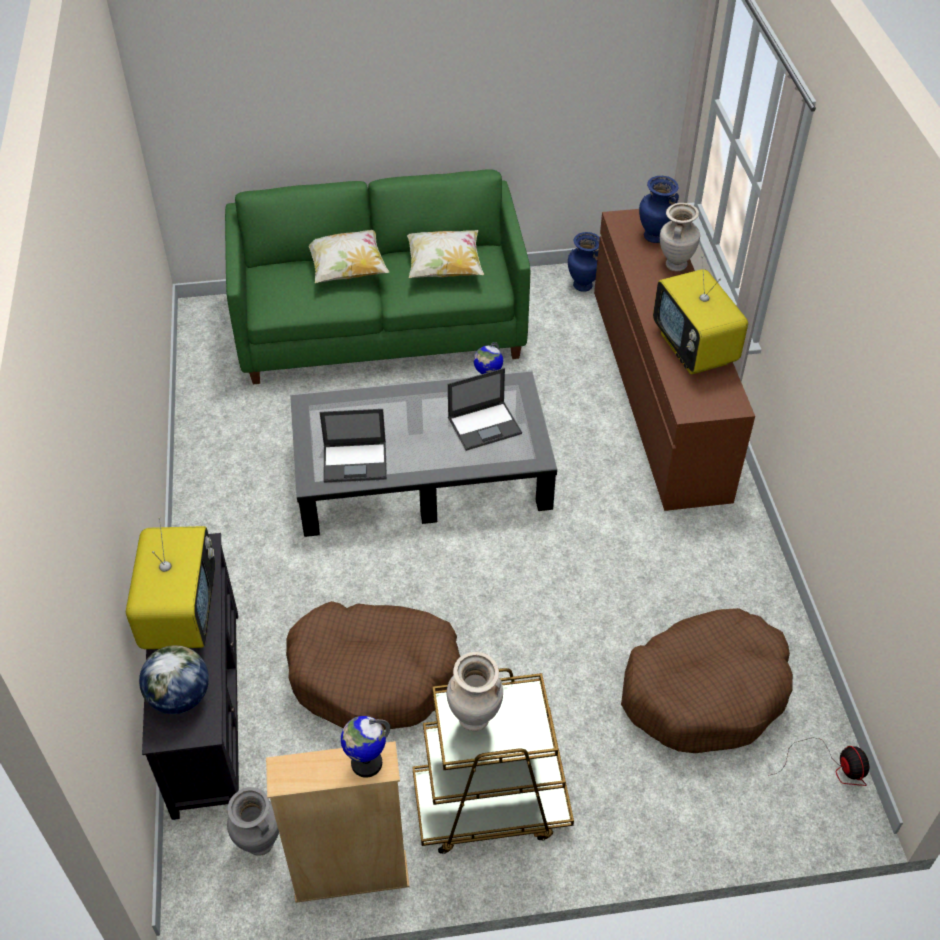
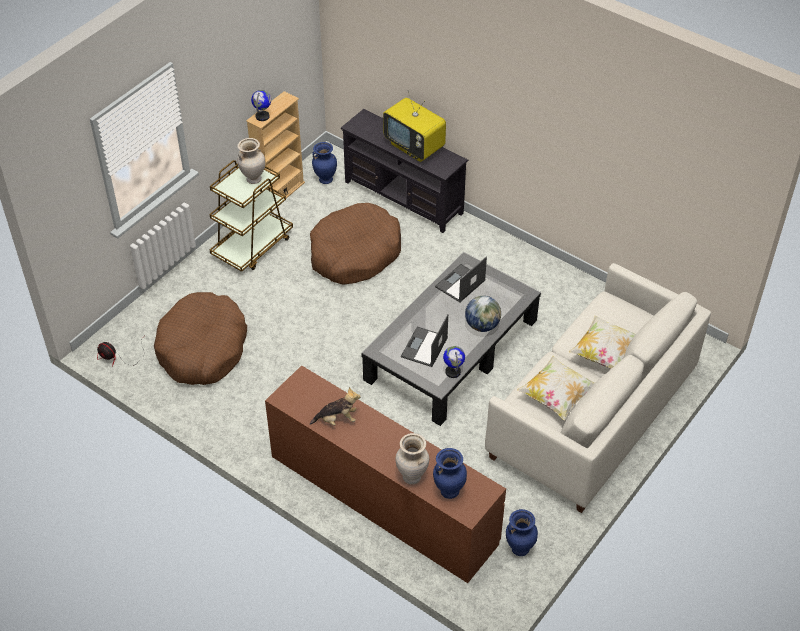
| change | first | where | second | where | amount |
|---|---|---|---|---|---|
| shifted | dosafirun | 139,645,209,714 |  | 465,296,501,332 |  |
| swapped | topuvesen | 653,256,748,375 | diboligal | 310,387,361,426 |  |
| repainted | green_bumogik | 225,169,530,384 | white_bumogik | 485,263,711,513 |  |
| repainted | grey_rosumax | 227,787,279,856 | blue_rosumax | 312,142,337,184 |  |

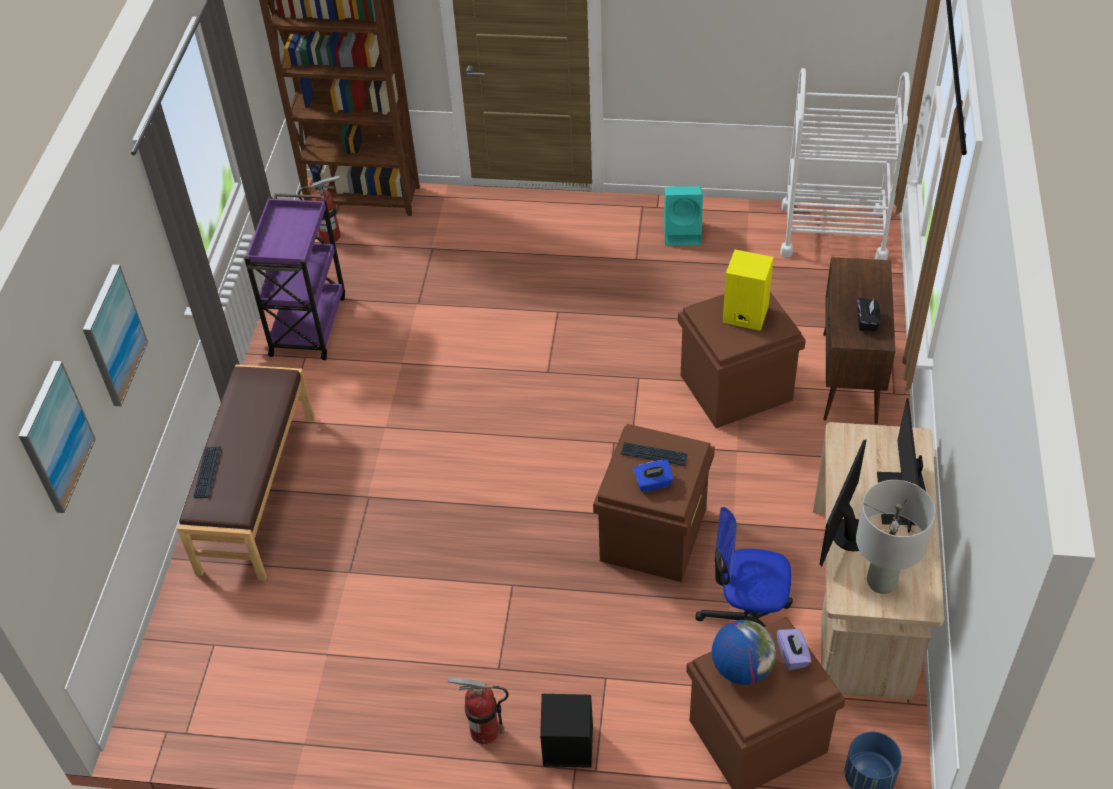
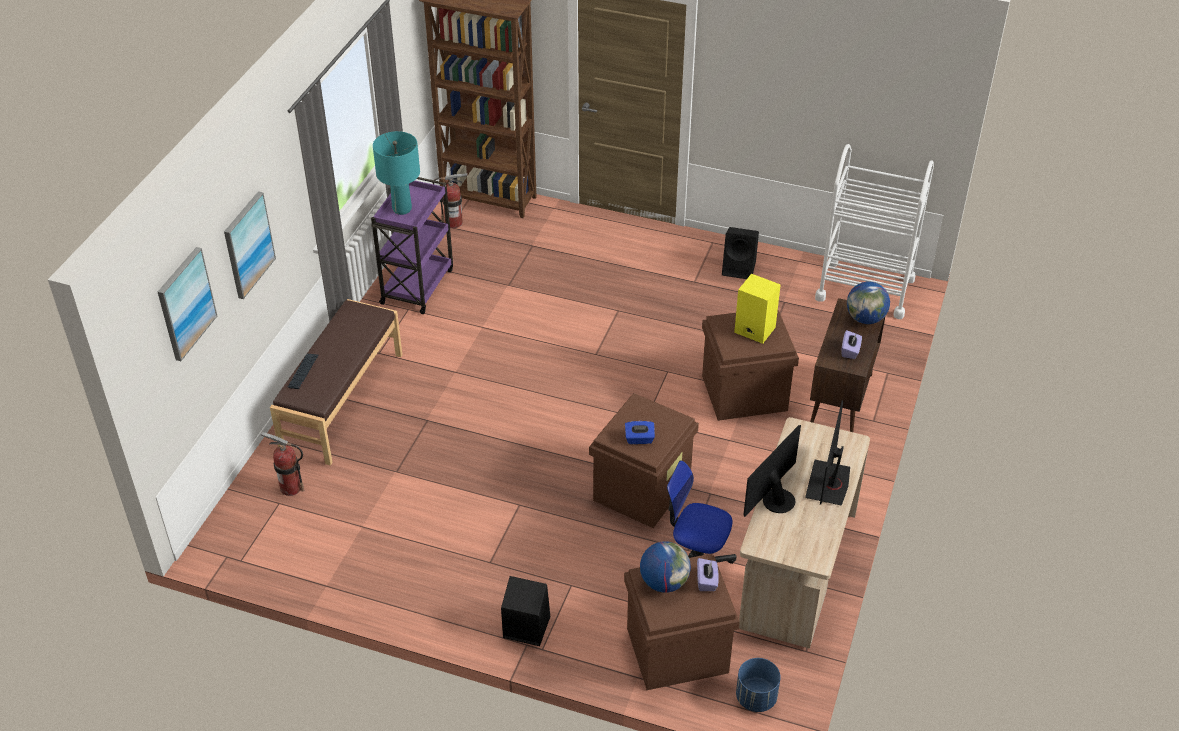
| change | first | where | second | where | amount |
|---|---|---|---|---|---|
| gone | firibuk | 621,442,688,466 |  |  |  |
| gone | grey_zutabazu | 856,480,936,594 |  |  |  |
| new |  |  | turquoise_zutabazu | 373,131,420,215 |  |
| new |  |  | dosafirun | 847,282,890,324 |  |
| shifted | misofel | 447,677,509,744 |  | 260,432,304,496 |  |
| repainted | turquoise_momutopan | 664,186,703,246 | black_momutopan | 722,227,759,279 |  |
| repainted | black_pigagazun | 857,297,881,331 | purple_pigagazun | 841,330,862,359 |  |

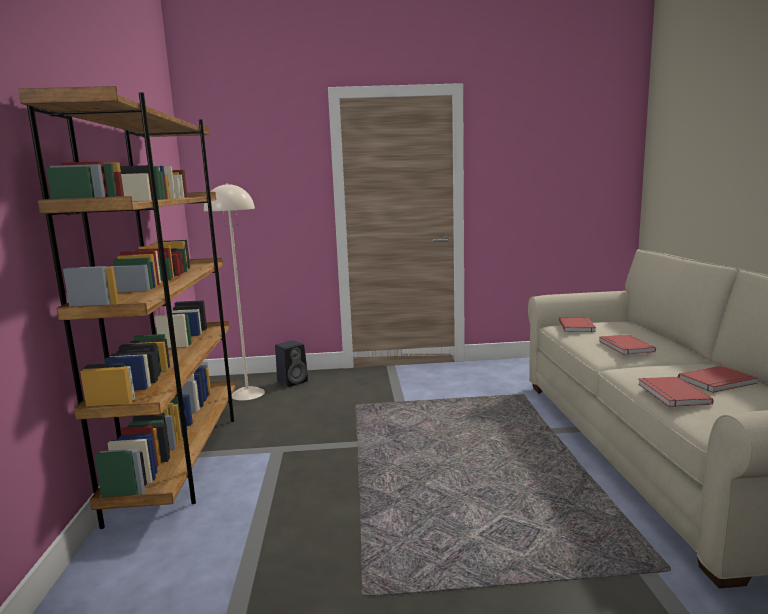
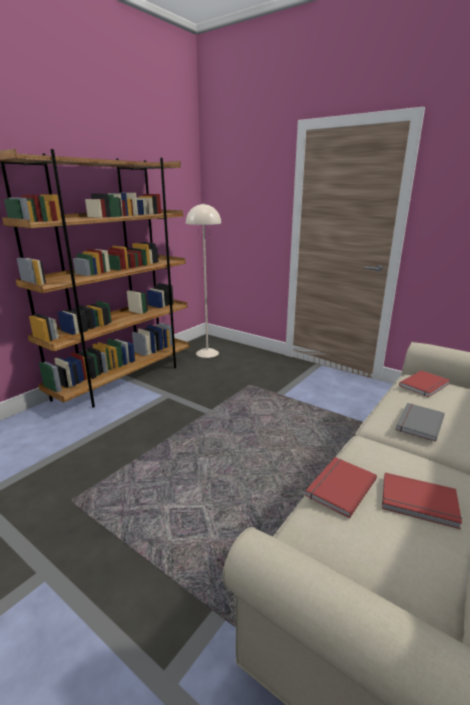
| change | first | where | second | where | amount |
|---|---|---|---|---|---|
| gone | black_momutopan | 275,340,308,387 |  |  |  |
| repainted | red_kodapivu | 599,334,656,355 | grey_kodapivu | 395,403,445,442 |  |

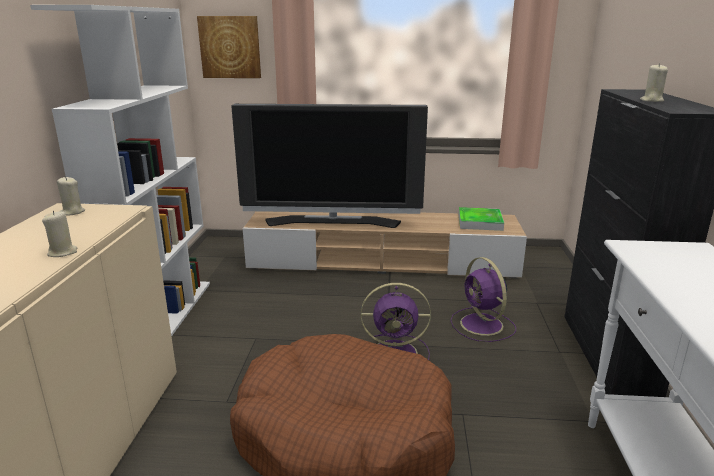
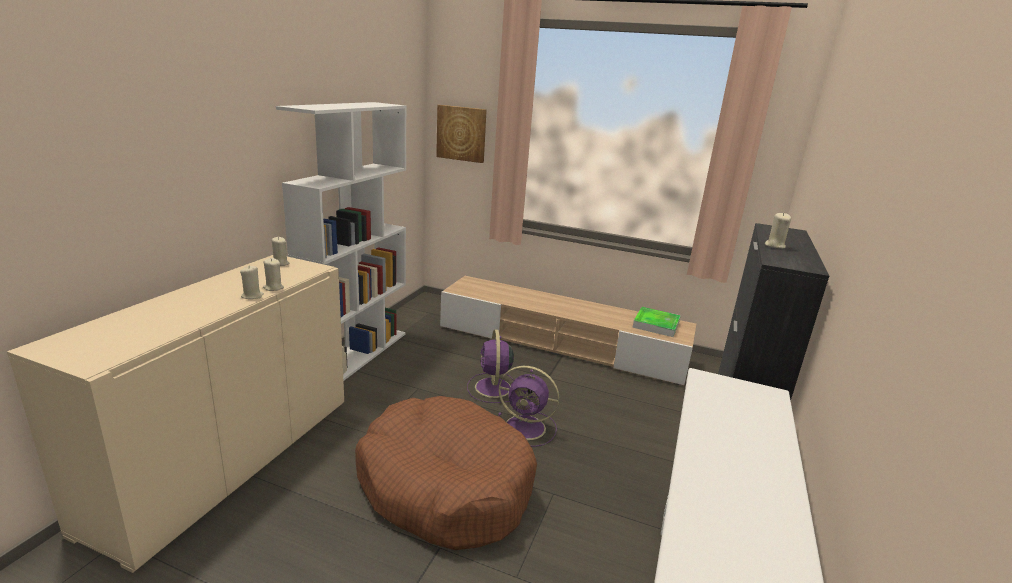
| change | first | where | second | where | amount |
|---|---|---|---|---|---|
| gone | topuvesen | 231,104,428,228 |  |  |  |
| new |  |  | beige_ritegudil | 263,258,284,291 |  |
| shifted | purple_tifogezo | 450,257,516,342 |  | 467,329,514,403 |  |

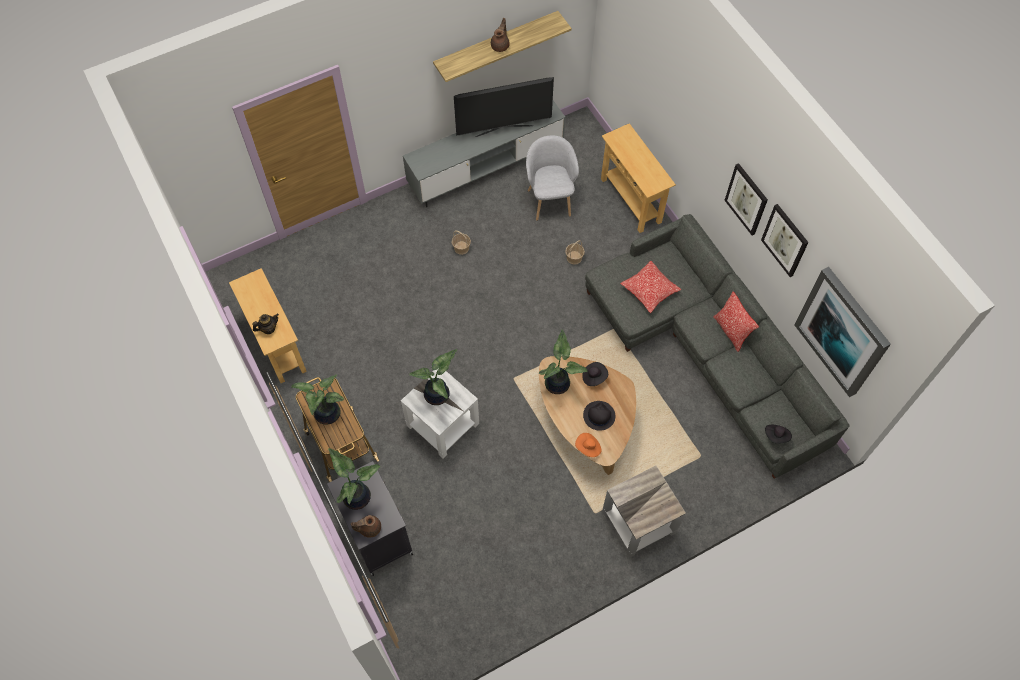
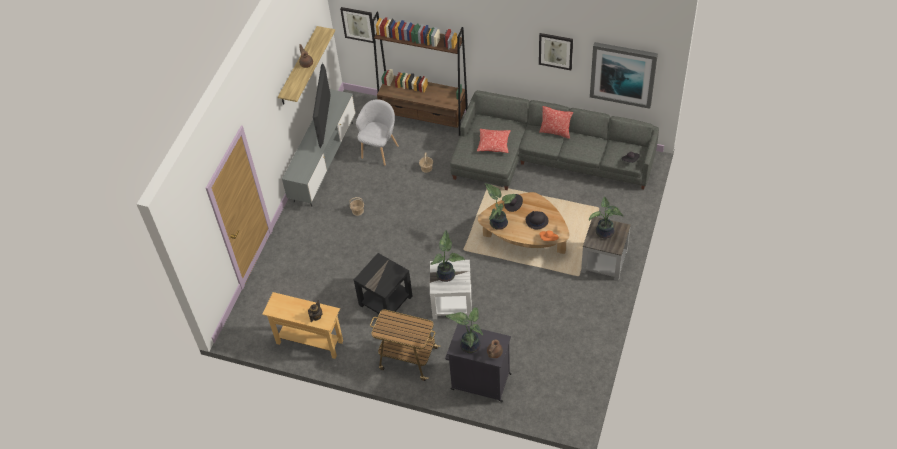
| change | first | where | second | where | amount |
|---|---|---|---|---|---|
| new |  |  | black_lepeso | 354,253,413,314 |  |
| shifted | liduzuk | 291,375,344,425 |  | 589,197,623,238 |  |
| shifted | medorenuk | 725,163,768,235 |  | 340,7,376,43 |  |
| swapped | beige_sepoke | 601,123,676,233 | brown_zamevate | 372,12,468,136 |  |
| rotated | topuvesen | 454,77,554,137 |  | 313,63,331,148 | 150 degrees clockwise |
| rotated | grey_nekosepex | 526,135,579,221 |  | 356,99,399,166 | 75 degrees clockwise |

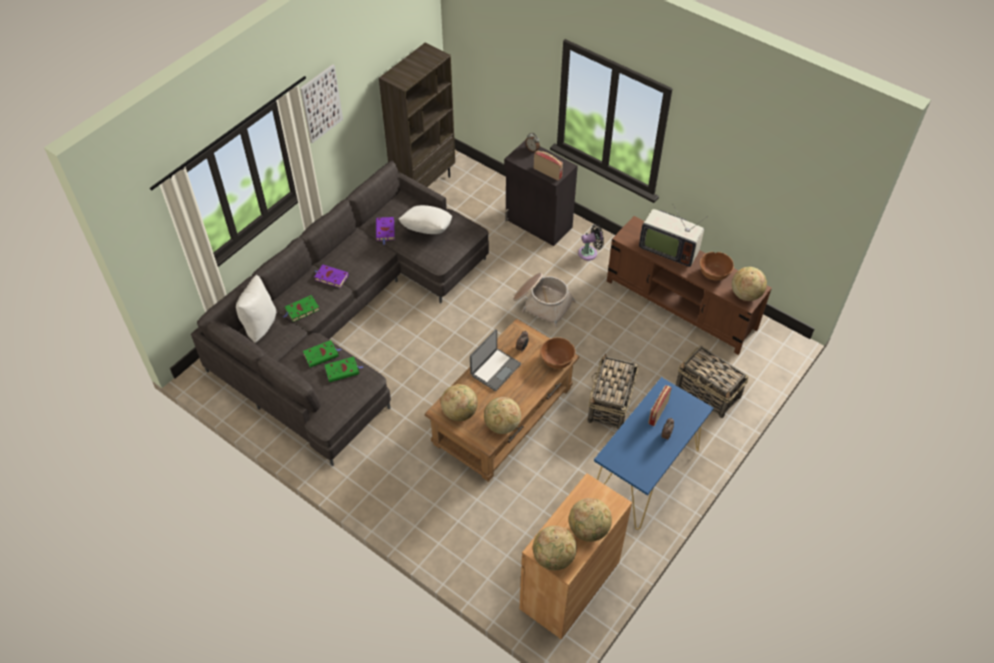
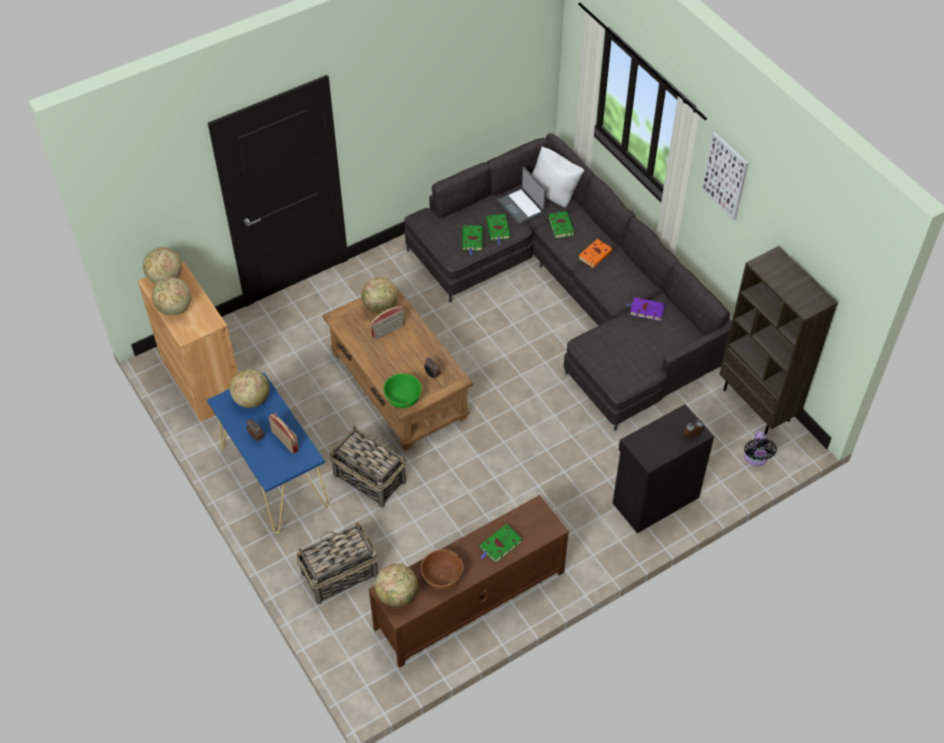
| change | first | where | second | where | amount |
|---|---|---|---|---|---|
| gone | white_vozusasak | 399,205,452,234 |  |  |  |
| gone | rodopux | 513,273,576,328 |  |  |  |
| shifted | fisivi | 470,329,521,391 |  | 497,166,546,225 |  |
| shifted | dosafirun | 484,397,521,434 |  | 230,369,269,408 |  |
| shifted | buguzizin | 534,150,563,181 |  | 371,306,405,340 |  |
| shifted | black_tifogezo | 578,224,604,261 |  | 744,431,777,466 |  |
| swapped | topuvesen | 639,205,708,267 | green_kodapivu | 479,524,522,563 |  |
| repainted | purple_kodapivu | 314,264,349,288 | orange_kodapivu | 578,239,613,268 |  |
| repainted | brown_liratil | 540,337,575,369 | green_liratil | 384,374,421,408 |  |

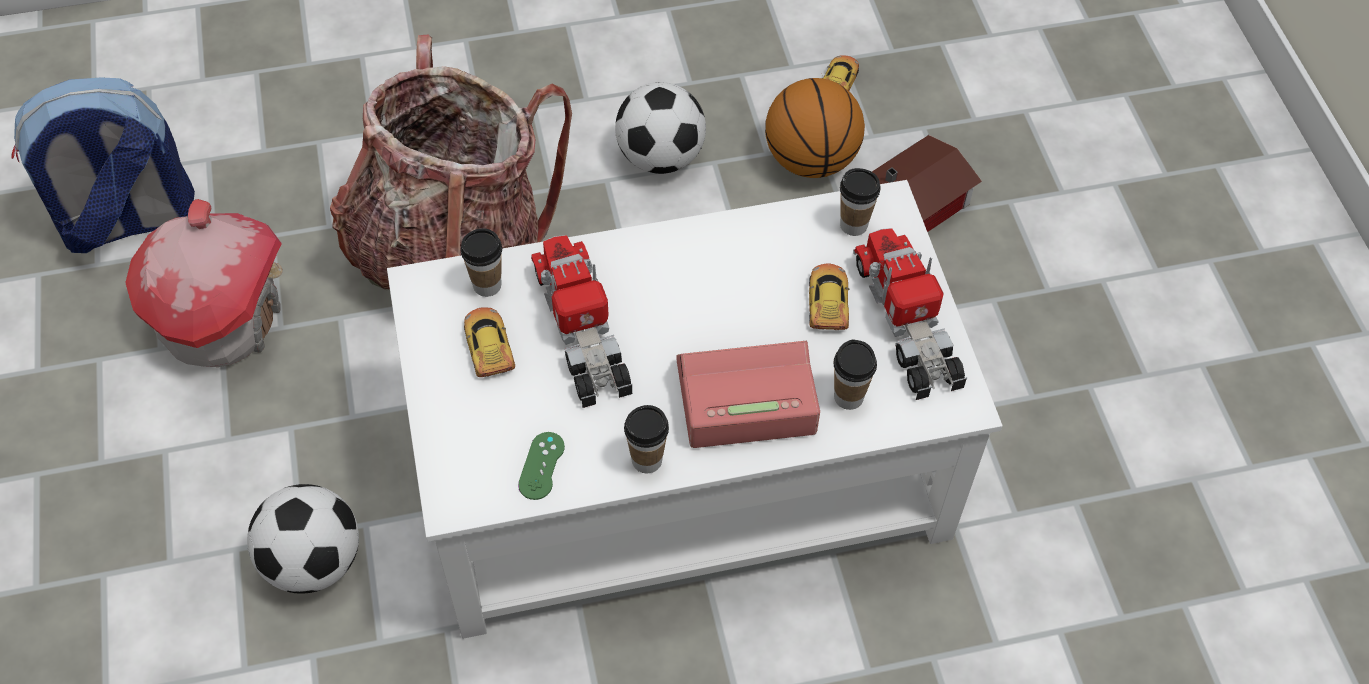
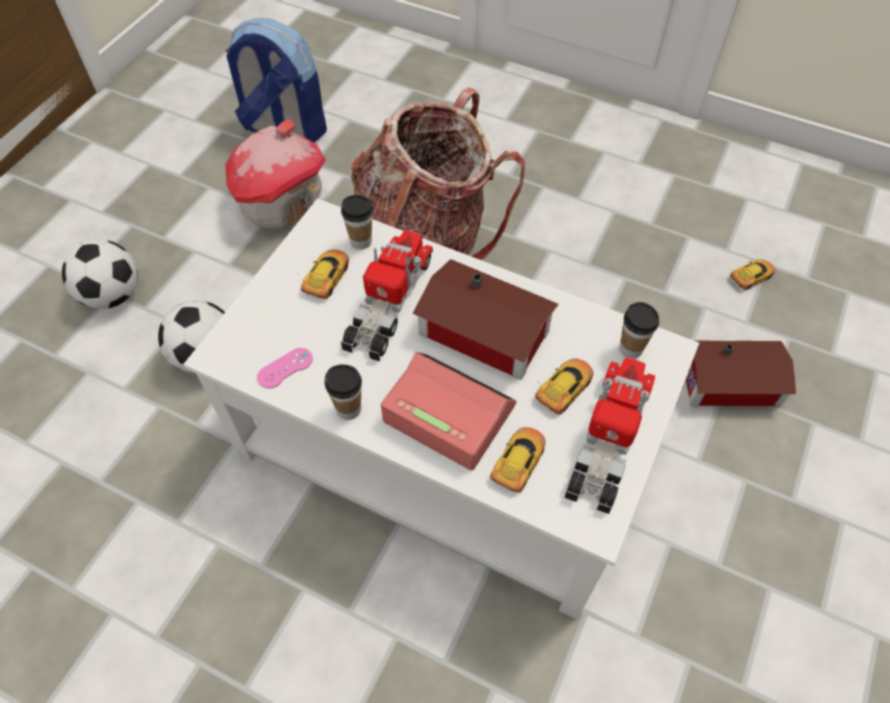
| change | first | where | second | where | amount |
|---|---|---|---|---|---|
| gone | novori | 765,78,865,178 |  |  |  |
| new |  |  | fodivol | 412,259,558,380 |  |
| shifted | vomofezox | 615,82,706,174 |  | 62,239,138,309 |  |
| swapped | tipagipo | 833,340,877,410 | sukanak | 490,427,546,493 |  |
| repainted | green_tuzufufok | 518,432,565,500 | pink_tuzufufok | 257,348,313,388 |  |

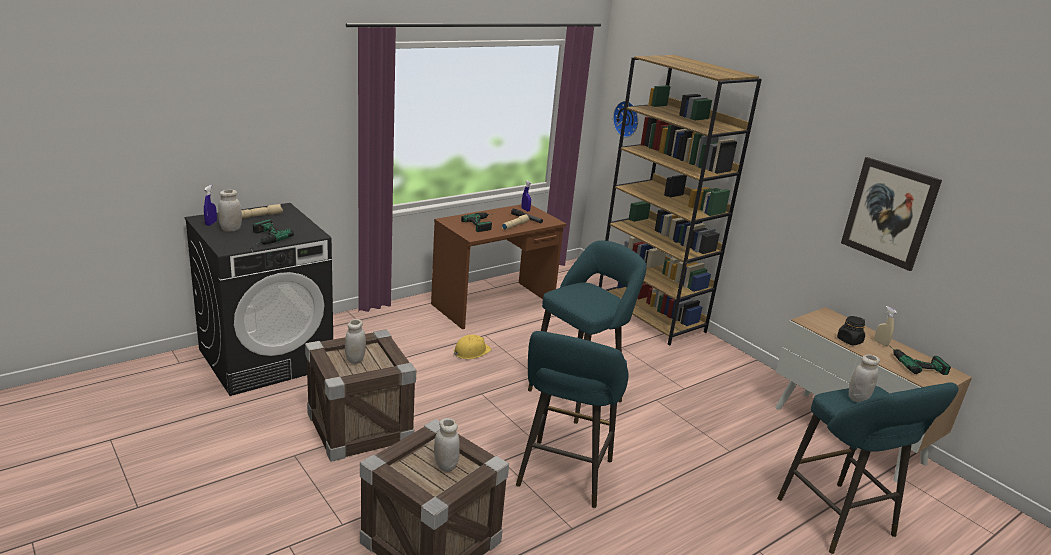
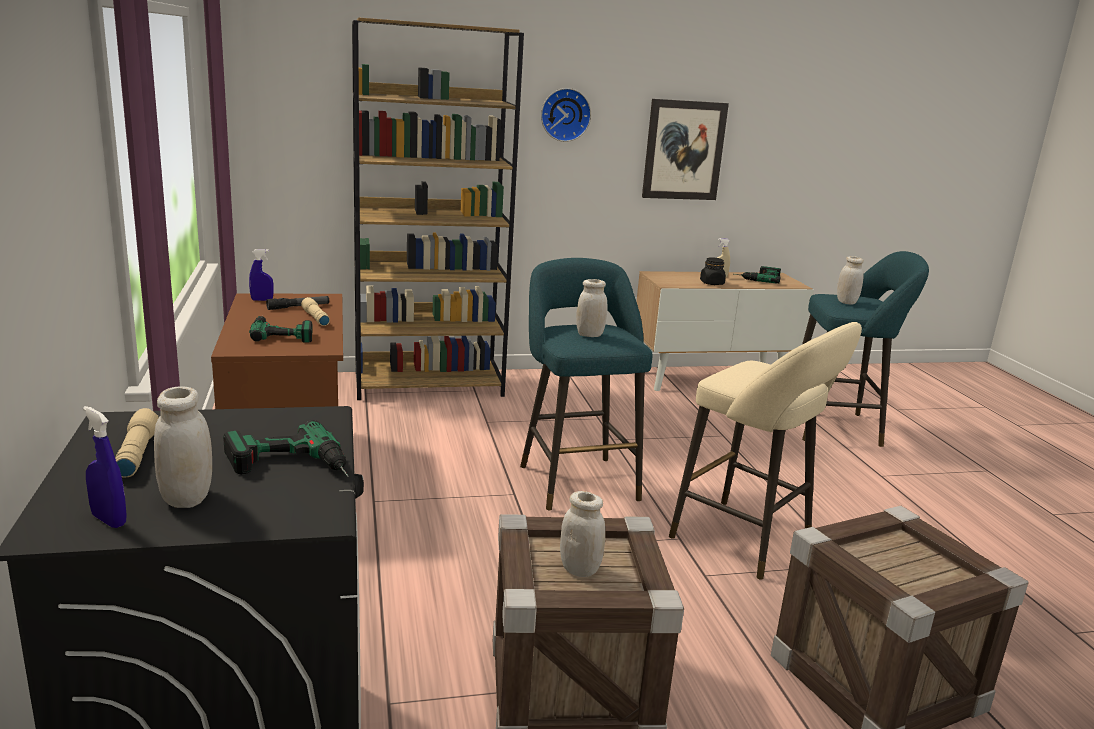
| change | first | where | second | where | amount |
|---|---|---|---|---|---|
| gone | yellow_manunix | 454,335,492,359 |  |  |  |
| shifted | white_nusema | 434,418,460,472 |  | 576,279,607,337 |  |
| shifted | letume | 613,101,638,138 |  | 541,88,591,142 |  |
| repainted | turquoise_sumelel | 516,331,628,508 | beige_sumelel | 669,322,862,580 |  |

